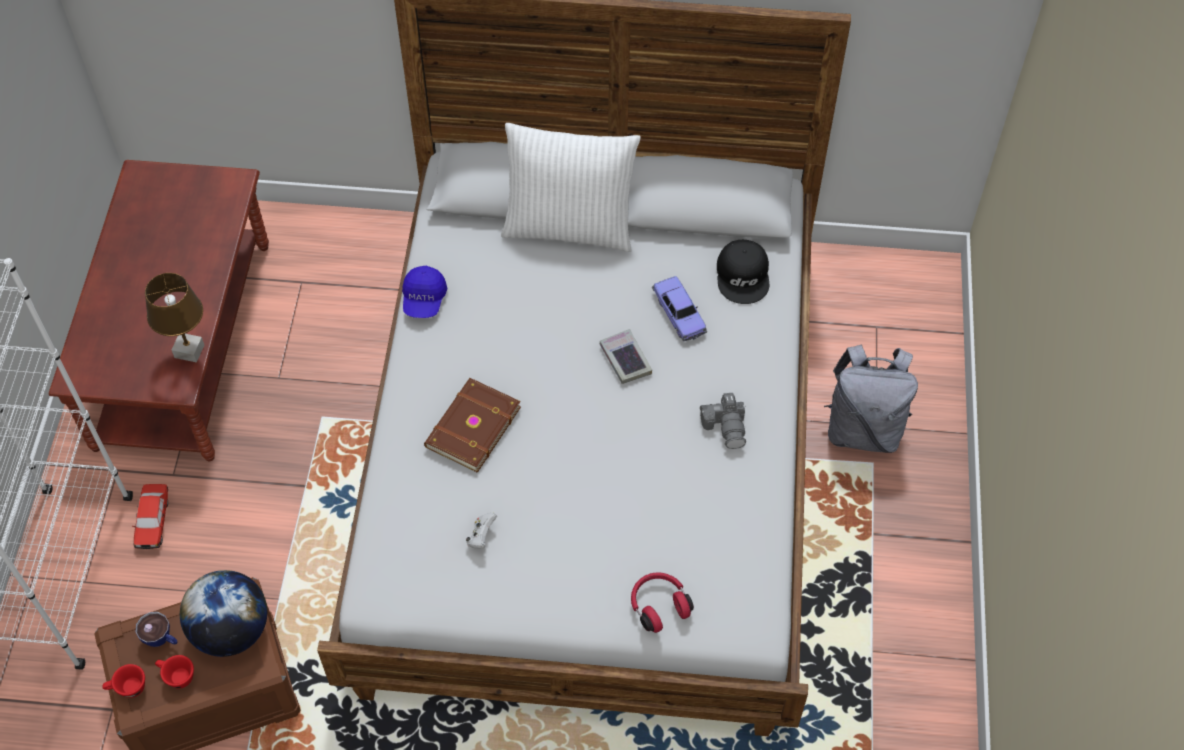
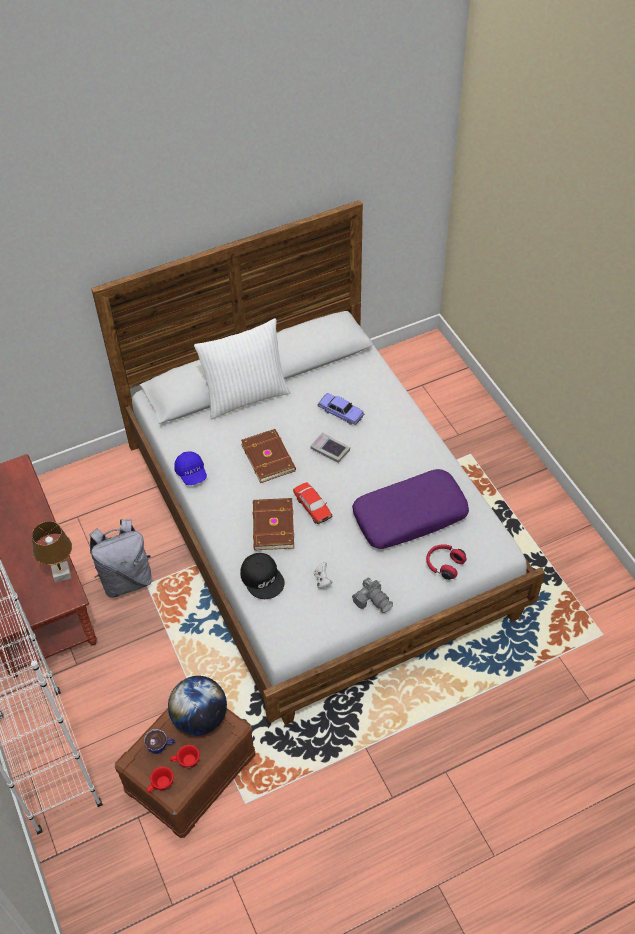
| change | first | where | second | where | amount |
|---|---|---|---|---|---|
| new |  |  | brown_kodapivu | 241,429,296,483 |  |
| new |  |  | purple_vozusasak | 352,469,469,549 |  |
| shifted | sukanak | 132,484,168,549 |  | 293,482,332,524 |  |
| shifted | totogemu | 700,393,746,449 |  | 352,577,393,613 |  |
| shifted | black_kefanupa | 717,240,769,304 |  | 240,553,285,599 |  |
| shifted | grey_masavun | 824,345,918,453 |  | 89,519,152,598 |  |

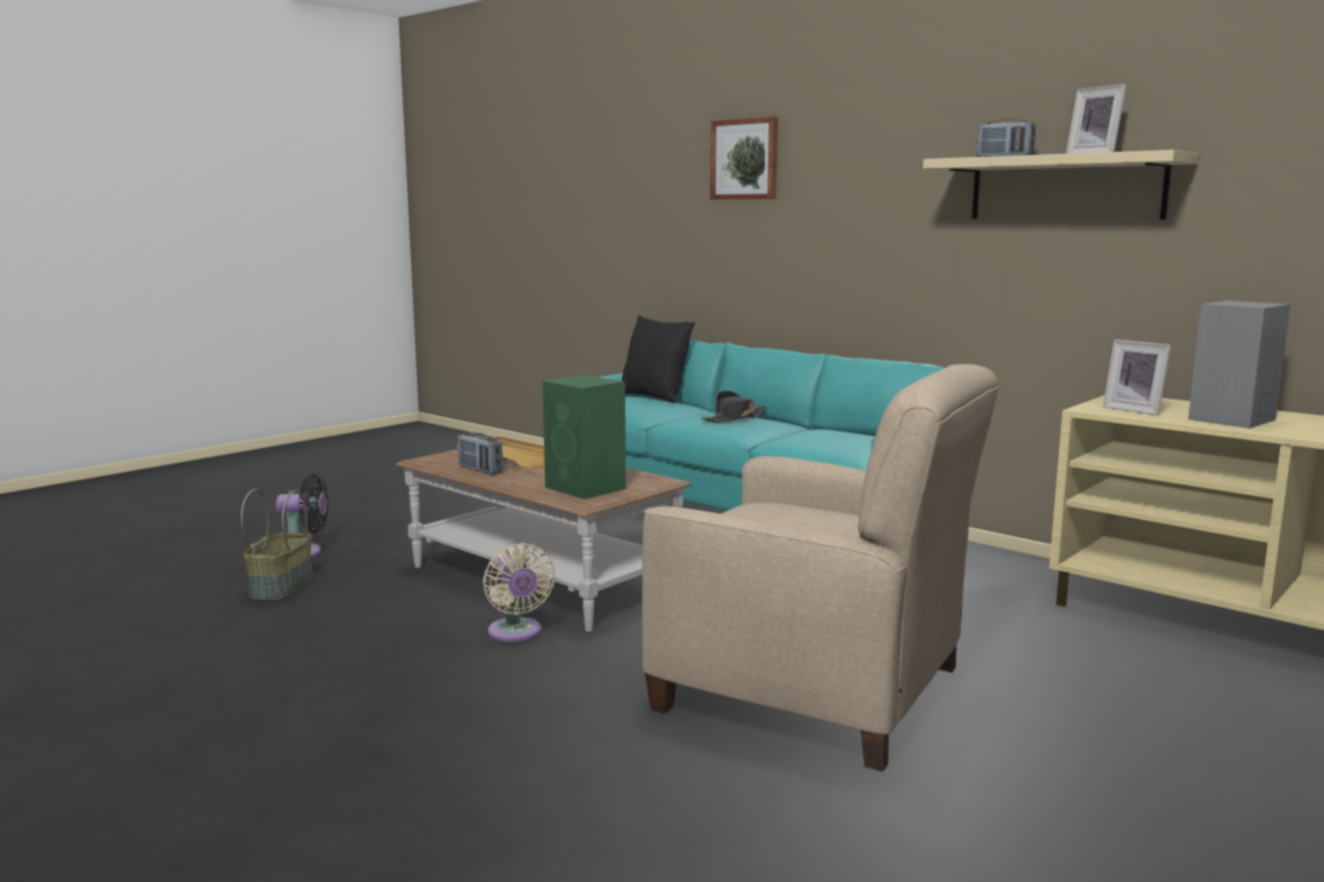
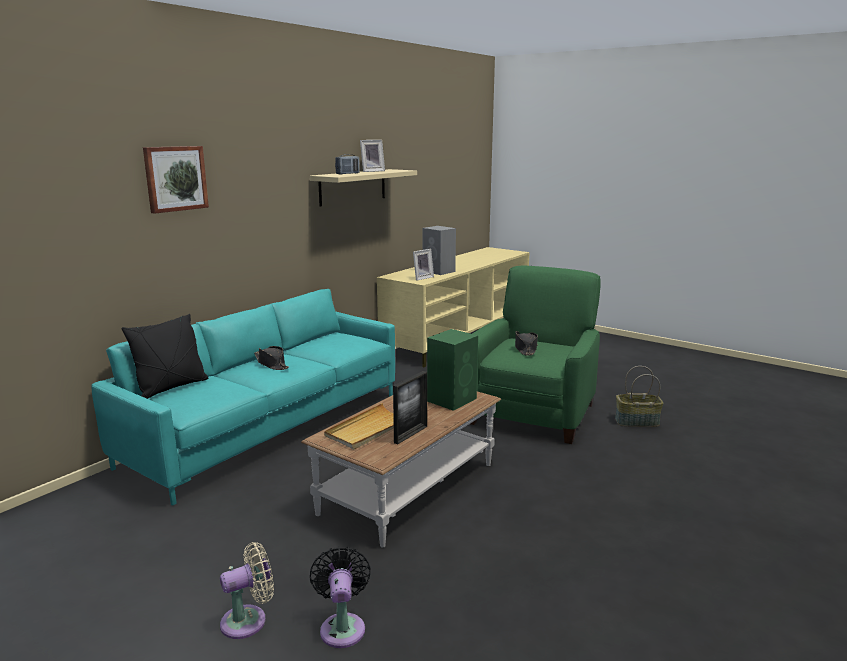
| change | first | where | second | where | amount |
|---|---|---|---|---|---|
| new |  |  | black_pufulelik | 515,331,538,356 |  |
| shifted | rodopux | 241,489,313,600 |  | 615,366,663,427 |  |
| shifted | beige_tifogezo | 483,543,555,642 |  | 220,542,274,639 |  |
| swapped | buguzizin | 458,432,503,474 | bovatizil | 393,371,427,444 |  |
| repainted | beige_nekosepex | 642,364,999,771 | green_nekosepex | 470,266,601,444 |  |

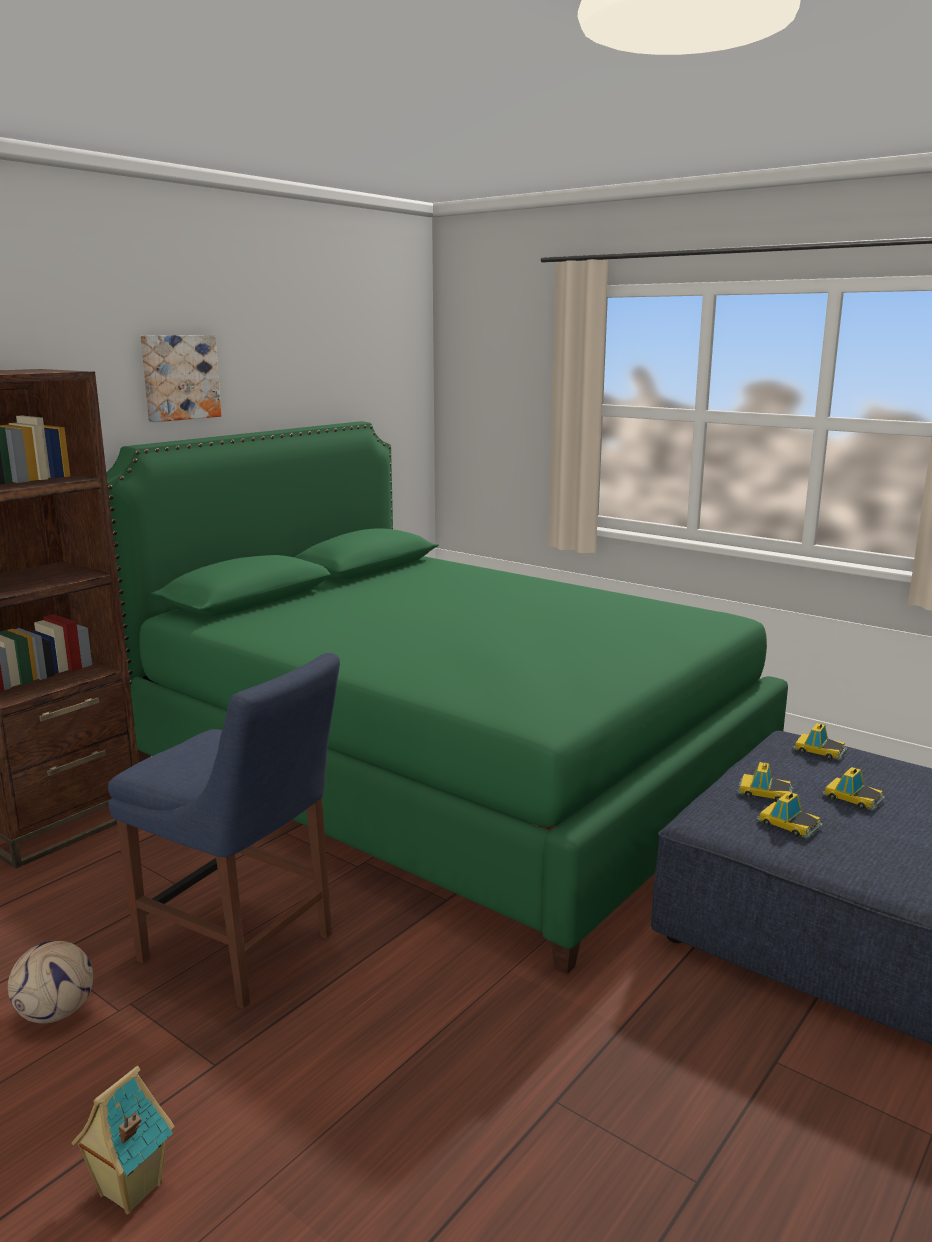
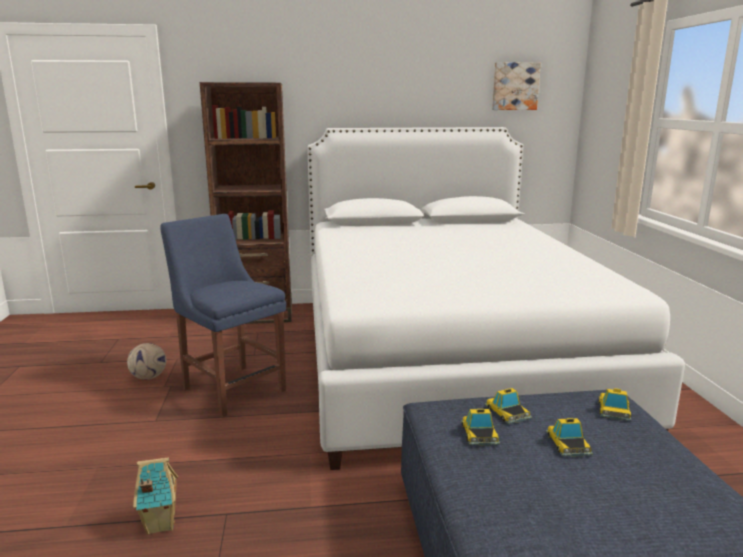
| change | first | where | second | where | amount |
|---|---|---|---|---|---|
| shifted | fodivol | 72,1066,175,1214 |  | 133,458,178,534 |  |
| shifted | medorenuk | 141,335,221,422 |  | 492,62,541,110 |  |
| repainted | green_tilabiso | 106,421,788,974 | white_tilabiso | 307,127,685,470 |  |
| rotated | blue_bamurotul | 108,653,340,1009 |  | 160,214,286,417 | 150 degrees clockwise |
| rotated | sukanak | 792,723,847,760 |  | 599,388,631,421 | 150 degrees counterclockwise |

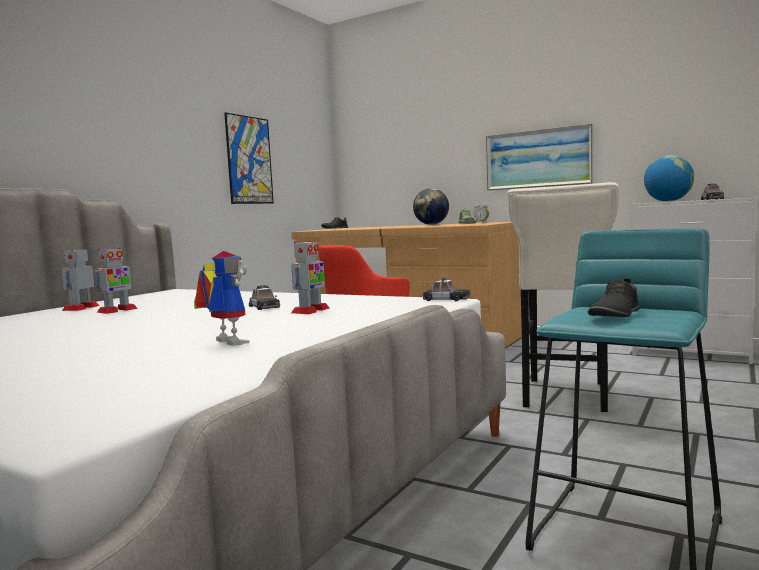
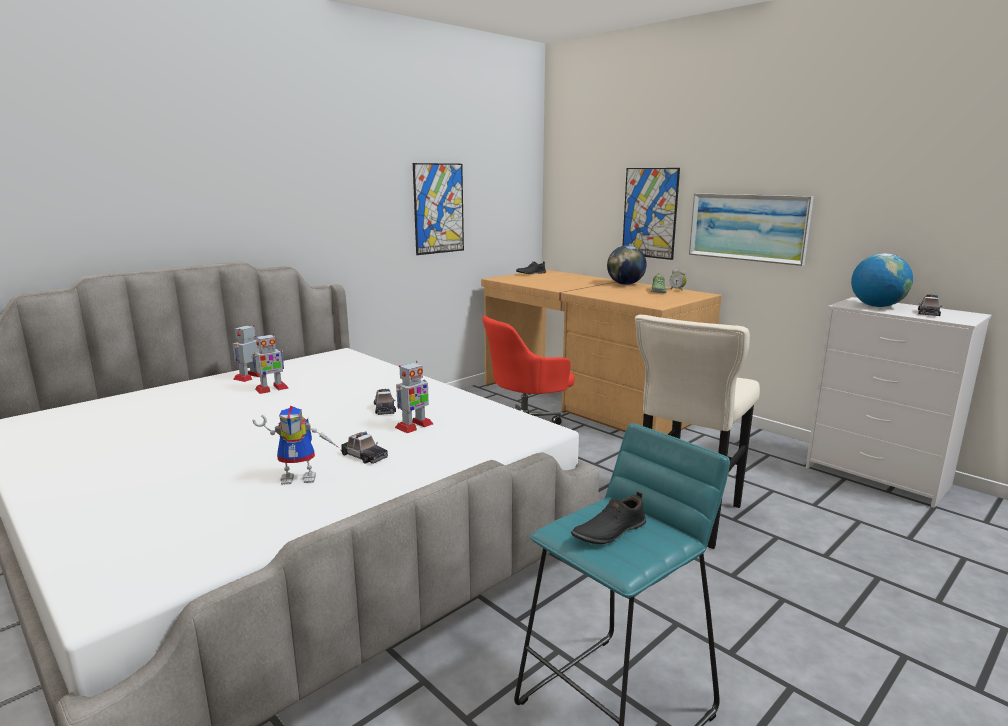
| change | first | where | second | where | amount |
|---|---|---|---|---|---|
| new |  |  | medorenuk | 623,168,680,260 |  |
| shifted | sukanak | 423,277,470,301 |  | 341,431,388,464 |  |
| rotated | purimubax | 194,251,249,346 |  | 253,406,338,485 | 105 degrees clockwise |

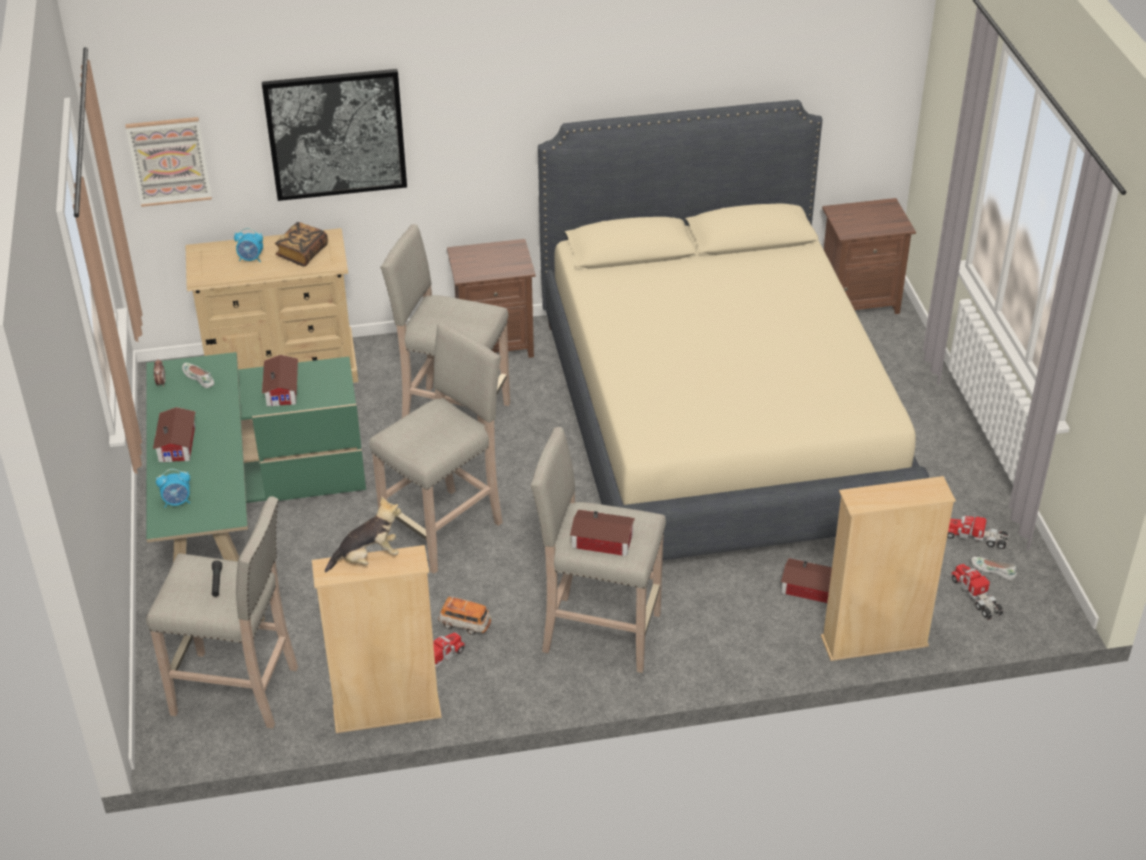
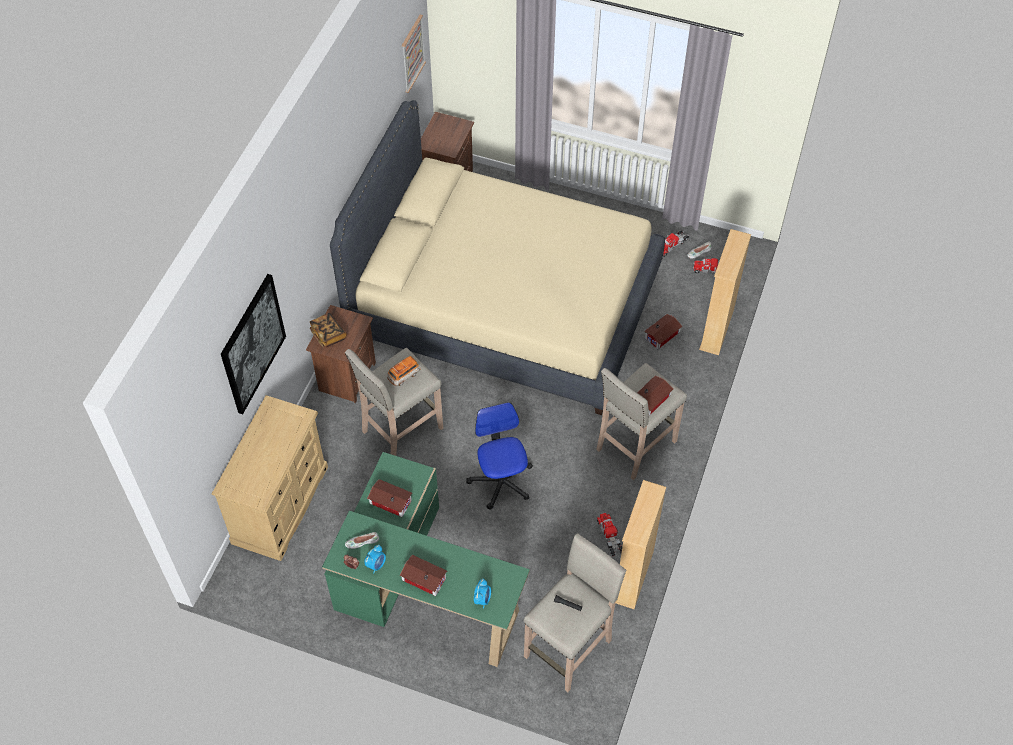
| change | first | where | second | where | amount |
|---|---|---|---|---|---|
| gone | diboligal | 325,496,401,572 |  |  |  |
| shifted | medorenuk | 125,117,212,207 |  | 402,15,426,93 |  |
| shifted | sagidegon | 234,228,263,262 |  | 364,545,386,574 |  |
| shifted | kodapivu | 275,222,328,266 |  | 310,313,347,348 |  |
| shifted | sukanak | 438,597,491,635 |  | 387,356,421,386 |  |
| swapped | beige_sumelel | 369,322,503,574 | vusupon | 466,402,533,510 |  |

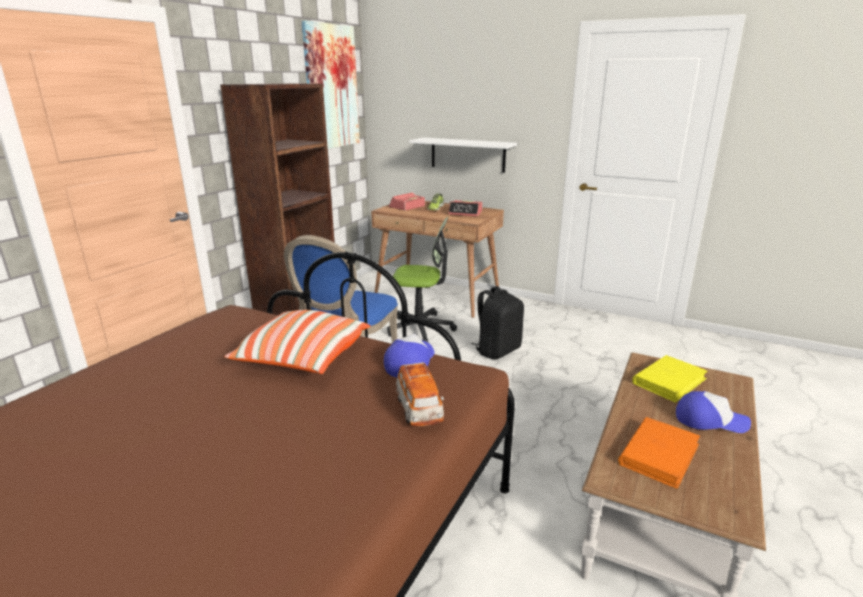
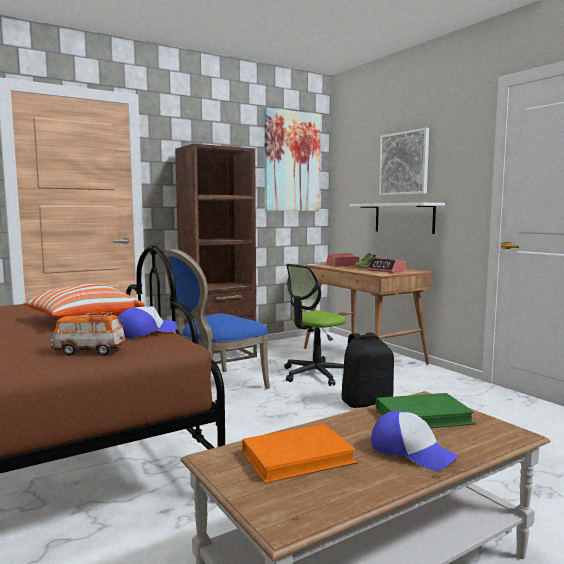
| change | first | where | second | where | amount |
|---|---|---|---|---|---|
| new |  |  | medorenuk | 379,128,429,196 |  |
| repainted | yellow_kodapivu | 632,355,708,403 | green_kodapivu | 376,393,476,428 |  |
| rotated | vusupon | 387,217,457,342 |  | 284,264,346,386 | 105 degrees clockwise |
| rotated | sukanak | 396,362,444,426 |  | 50,312,126,356 | 75 degrees clockwise |

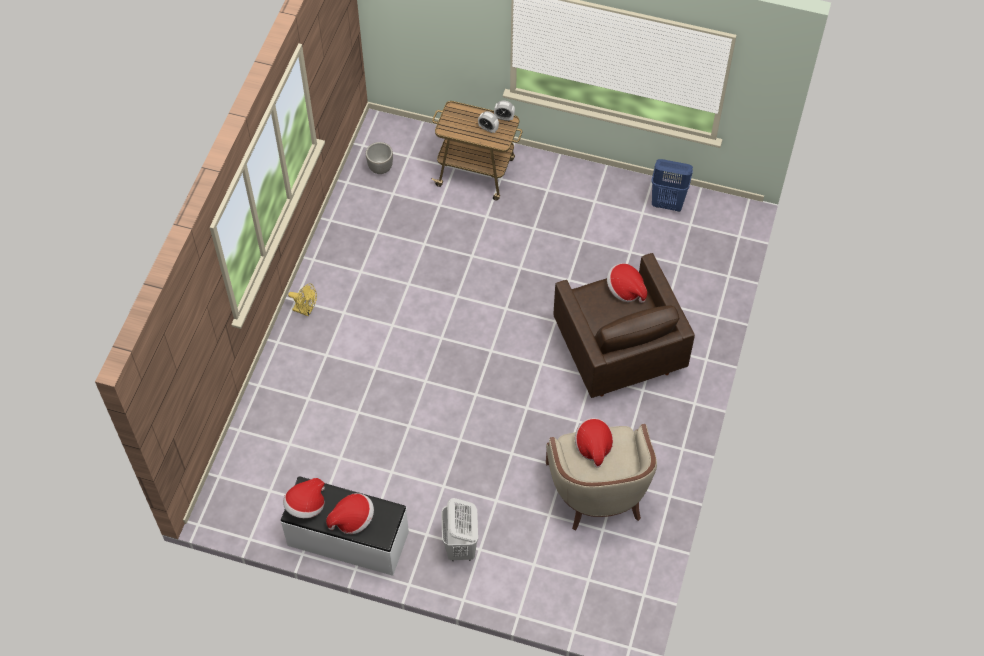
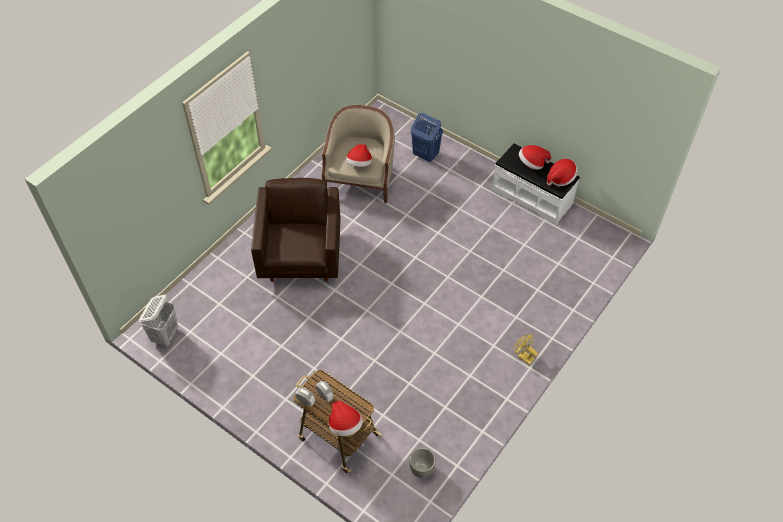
| change | first | where | second | where | amount |
|---|---|---|---|---|---|
| shifted | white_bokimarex | 441,498,478,562 |  | 139,295,178,346 |  |
| shifted | pufulelik | 607,263,647,303 |  | 329,400,363,436 |  |
| shifted | blue_bokimarex | 652,159,693,212 |  | 411,113,443,162 |  |

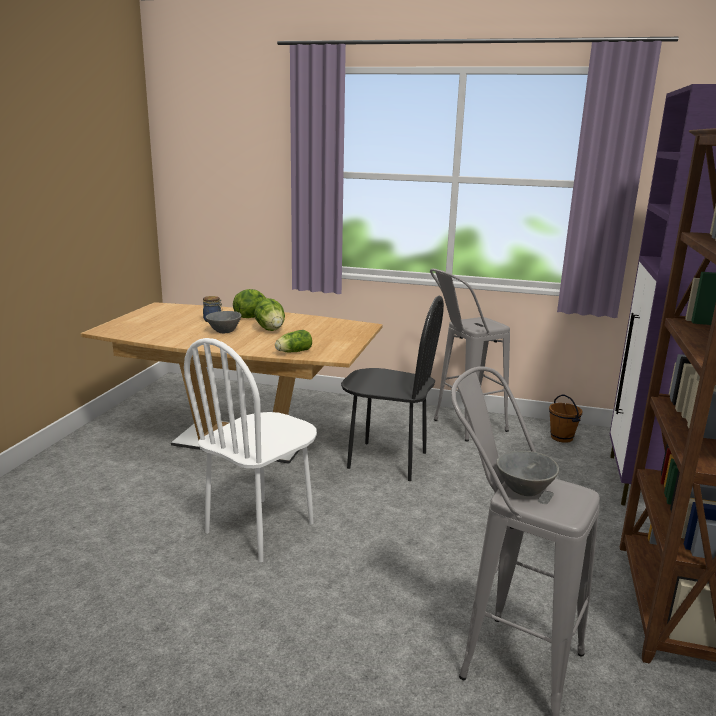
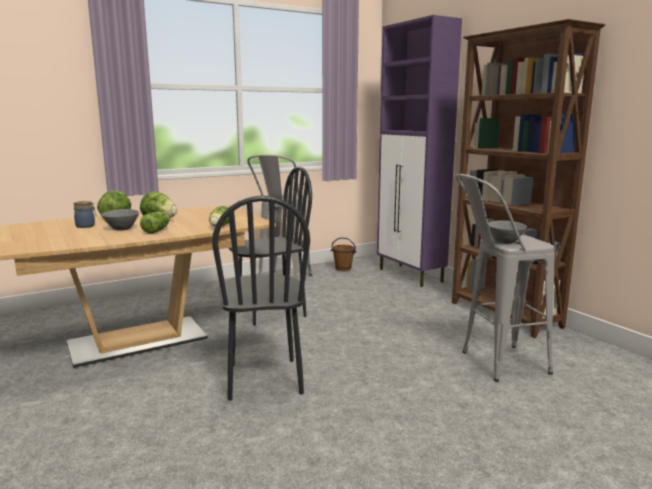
| change | first | where | second | where | amount |
|---|---|---|---|---|---|
| new |  |  | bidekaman | 140,212,170,234 |  |
| repainted | white_bamurotul | 184,338,317,562 | black_bamurotul | 212,195,310,401 |  |

